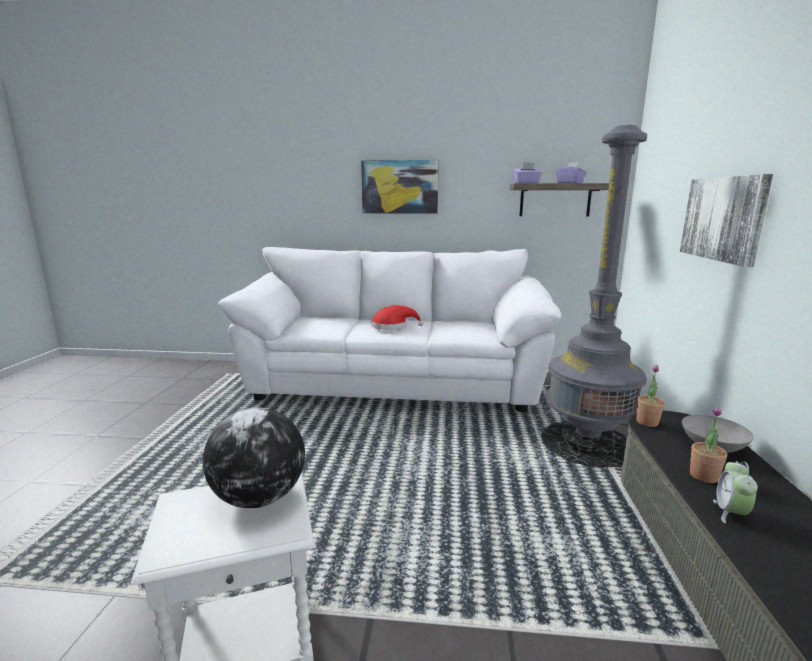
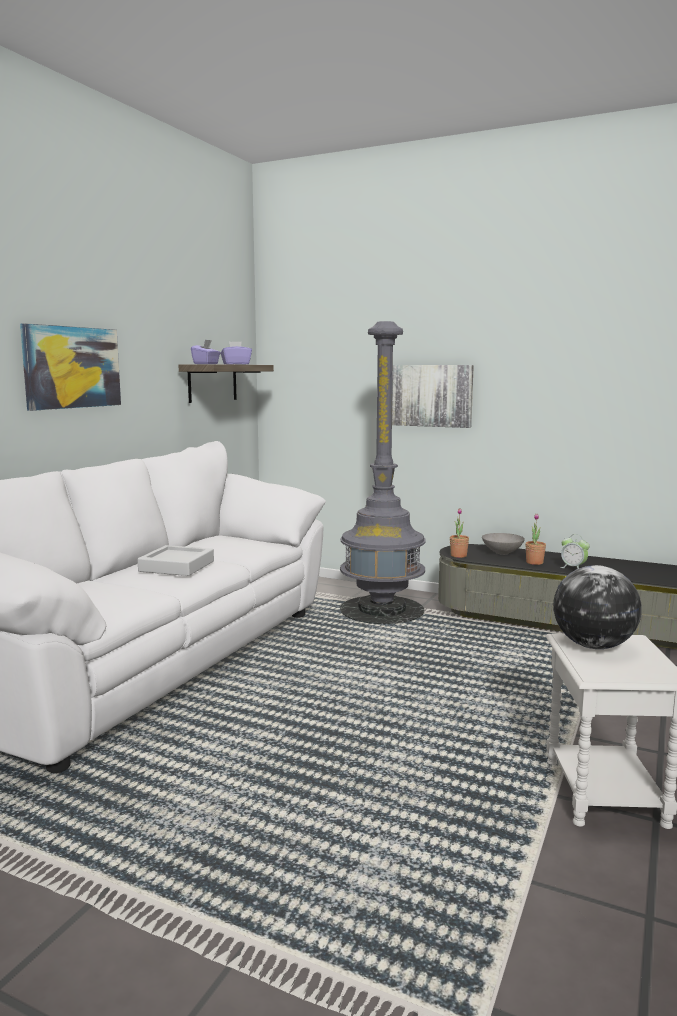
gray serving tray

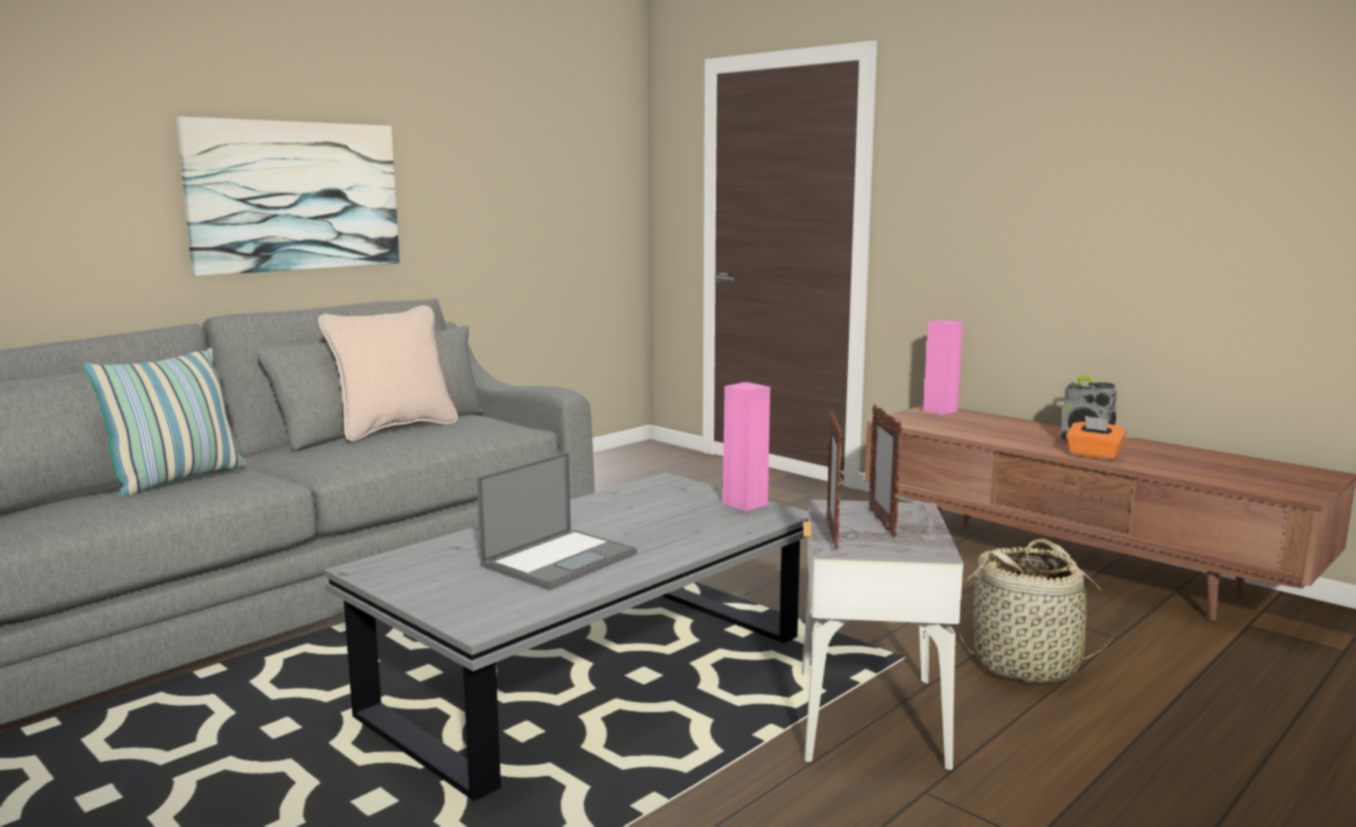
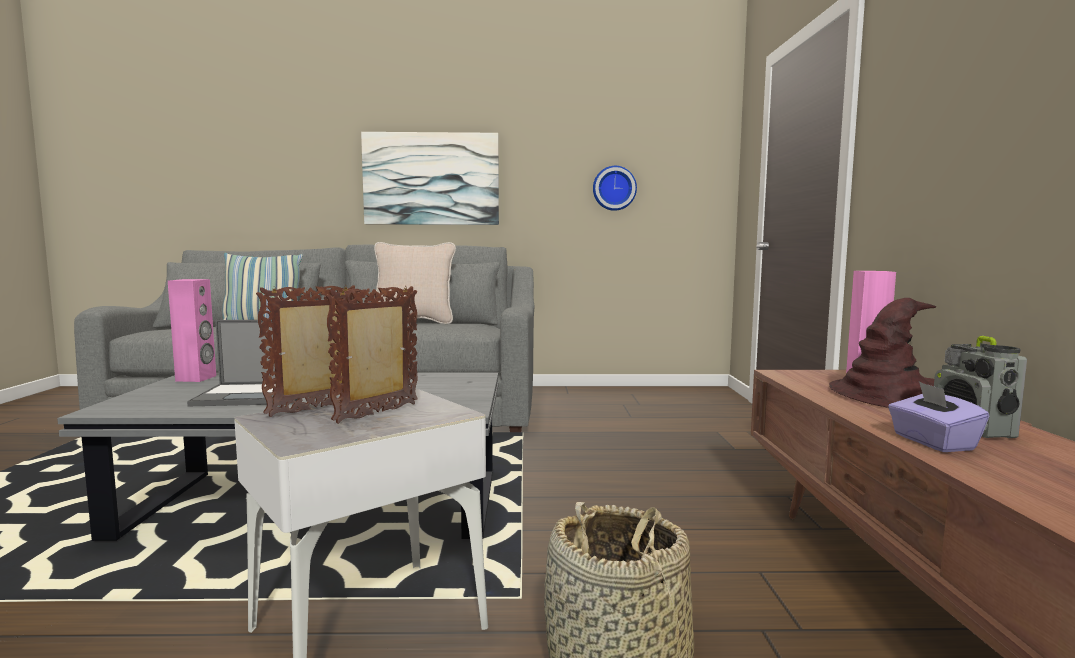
pink audio speaker (1st from left)
purple-coloured tissue box
wall clock
brown hat

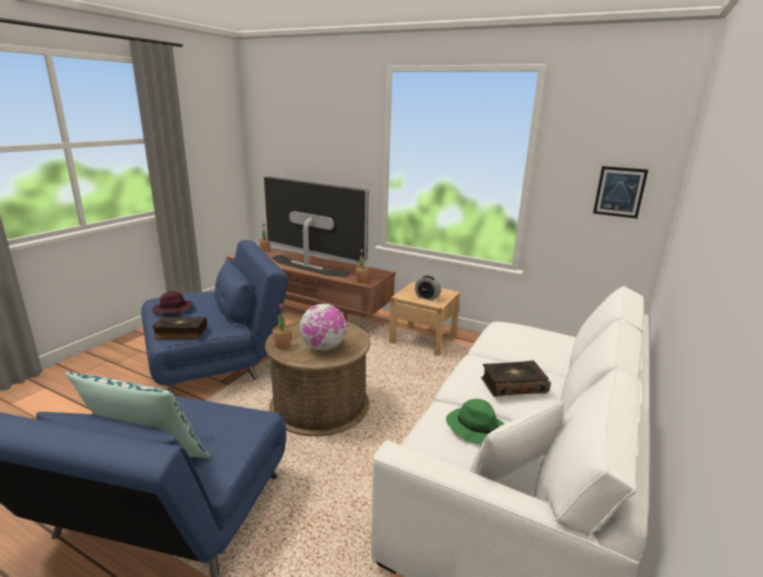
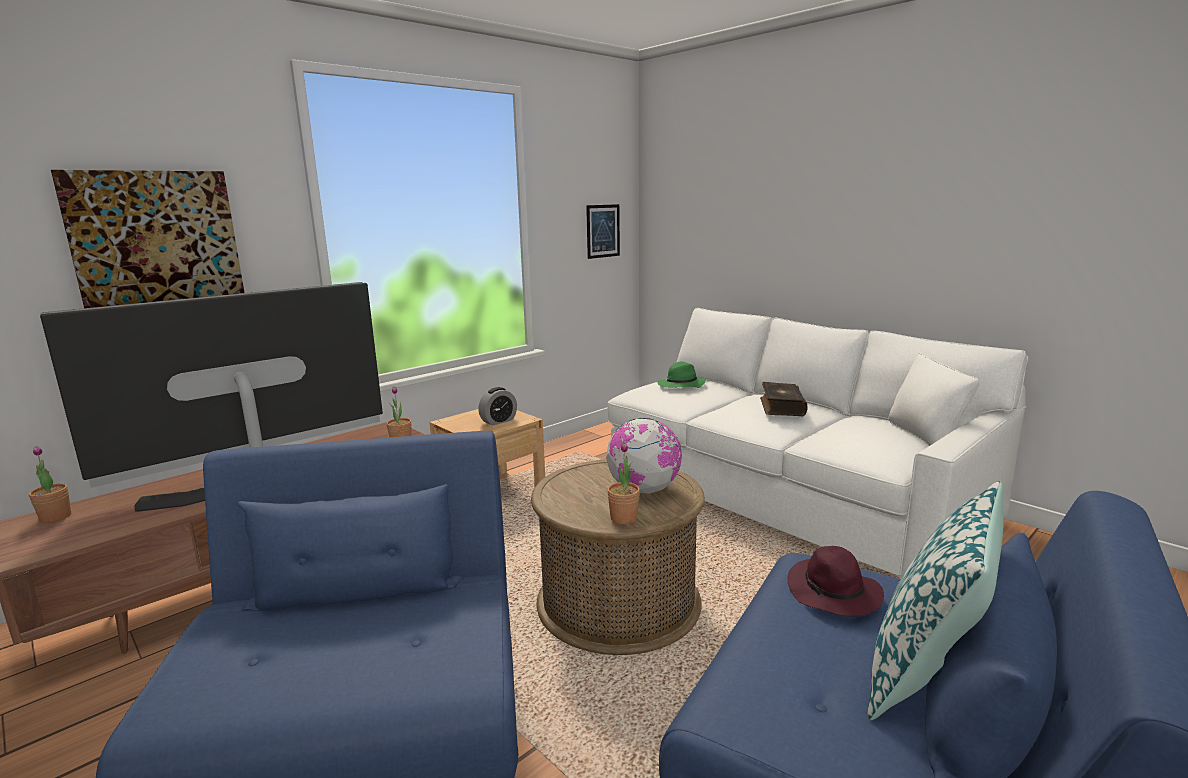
purple-coloured hat
book (1st from left in the first image)
green-coloured hat
picture (1st from left)

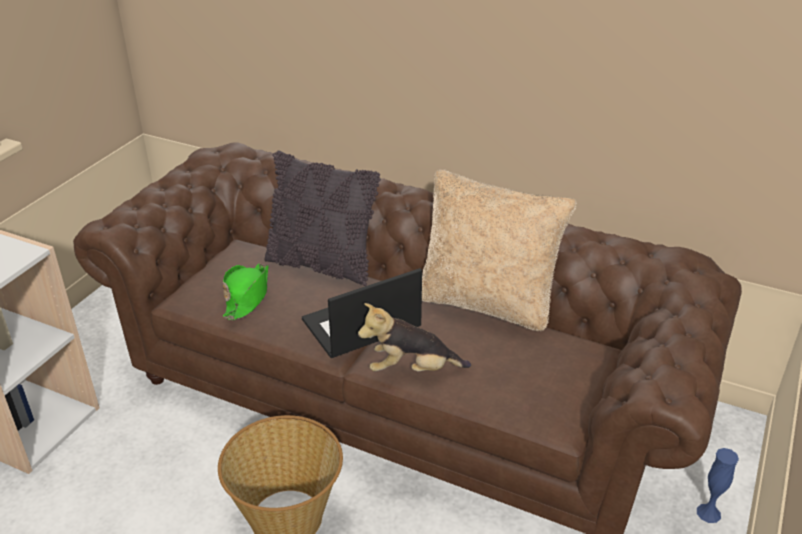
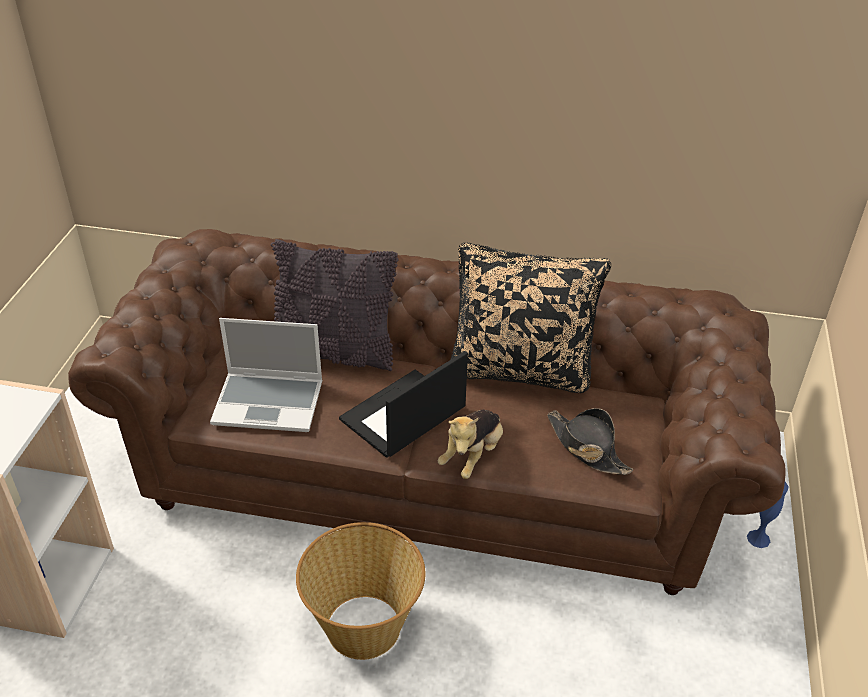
laptop (1st from left)
soft toy
blackish cushion (2nd from left)
blackish hat

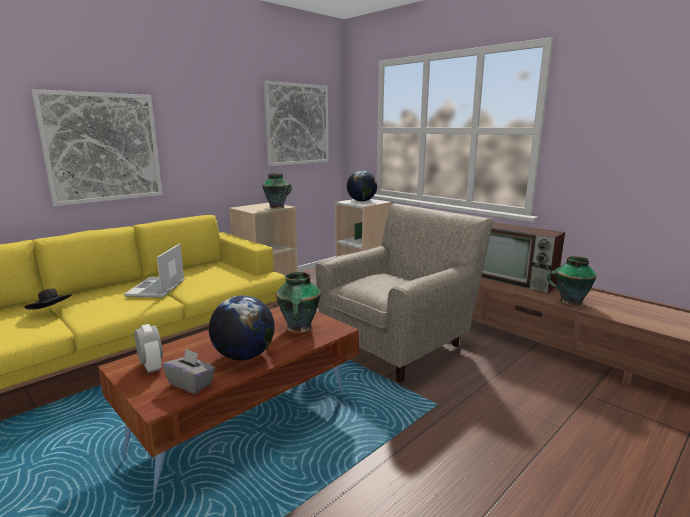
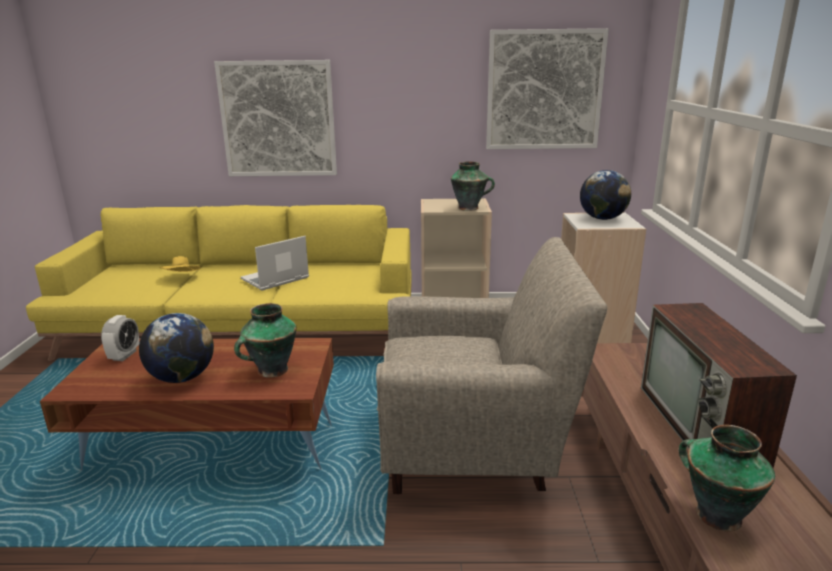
yellow-coloured hat
gray tissue box

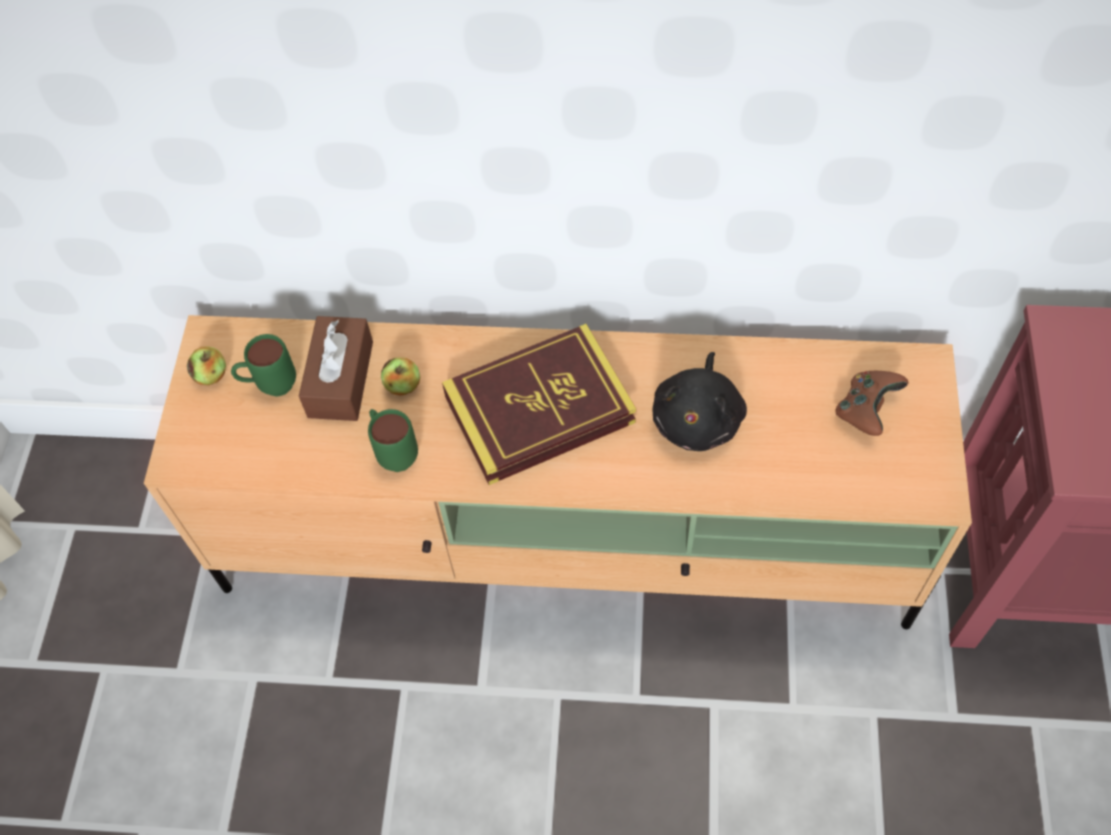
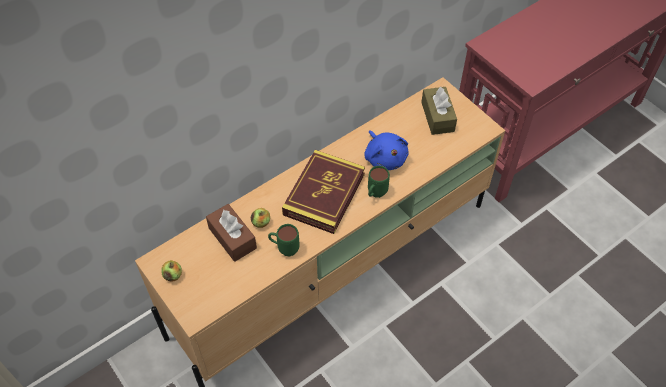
green-coloured coffee mug (2nd from left)
blue soft toy
brown tissue box (2nd from left)

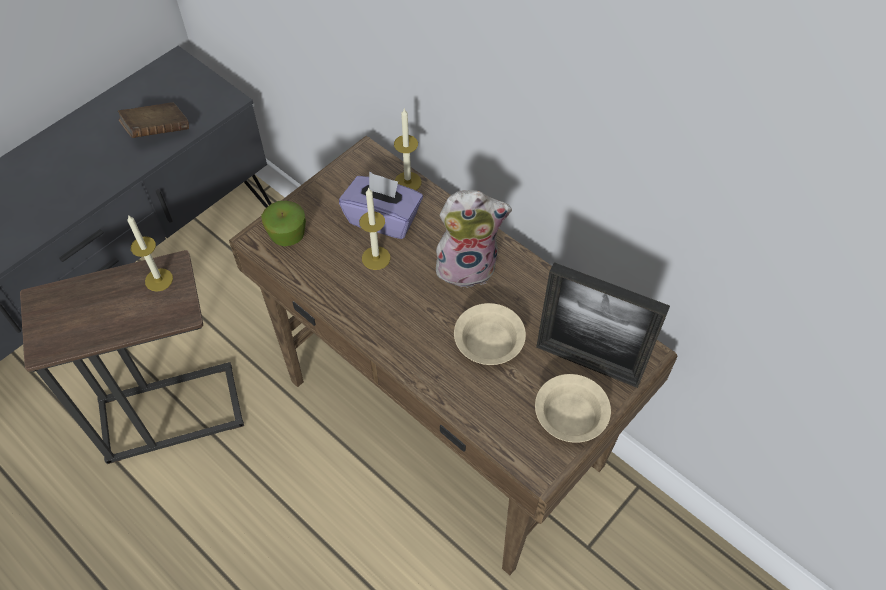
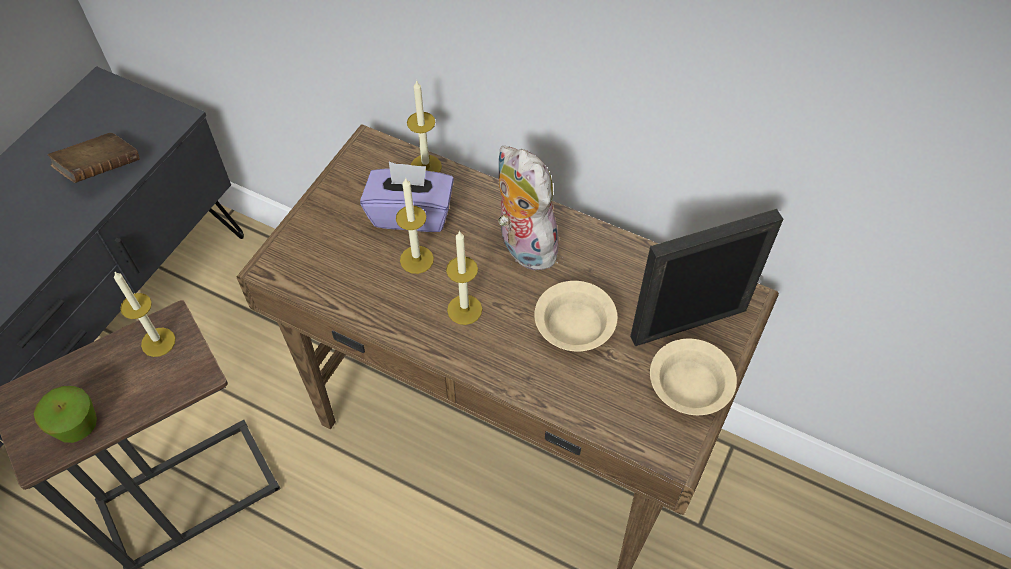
apple
soft toy
photo frame
wax candle (4th from left)

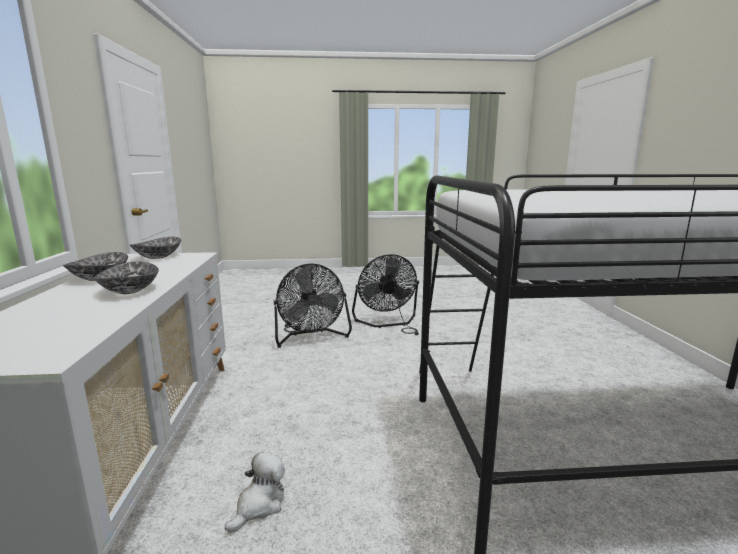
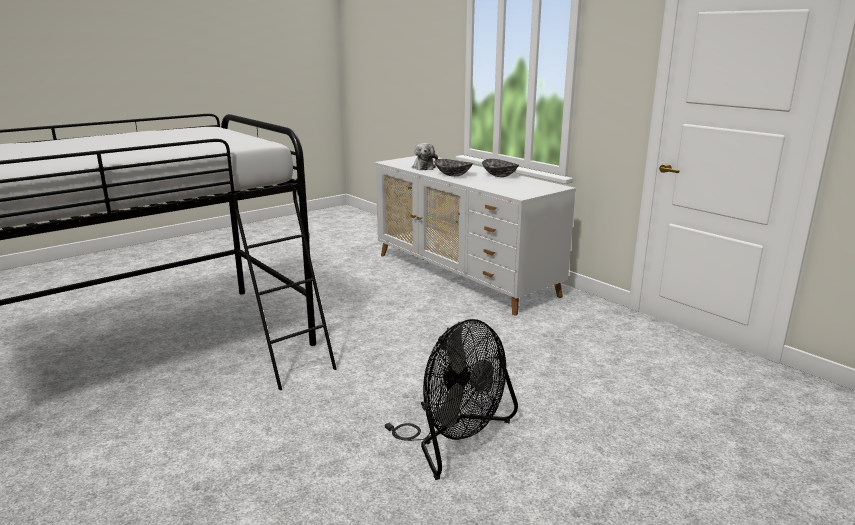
serving bowl (3rd from left in the first image)
soft toy
blackish fan (1st from left in the first image)

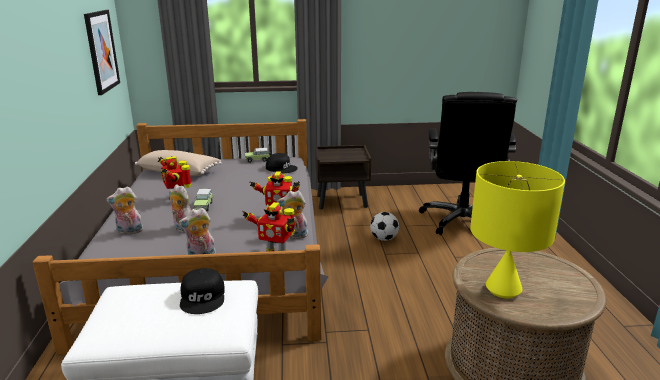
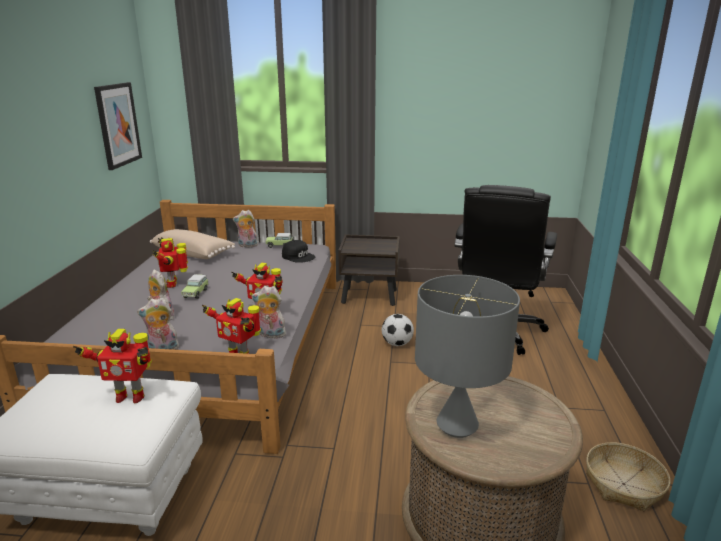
soft toy (3rd from left)
toy robot (1st from left)
gray tabletop lamp
storage basket

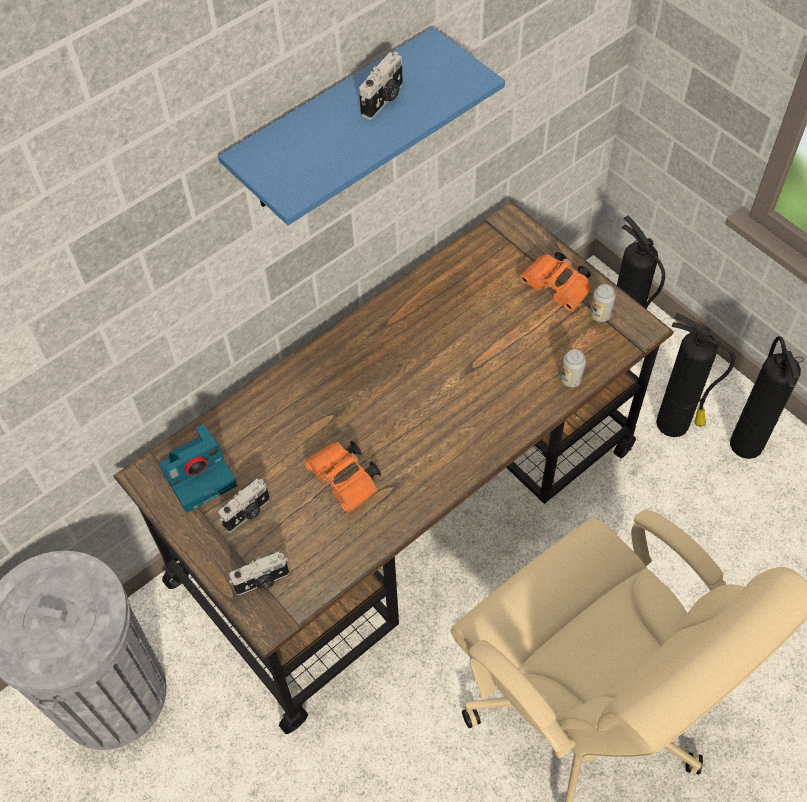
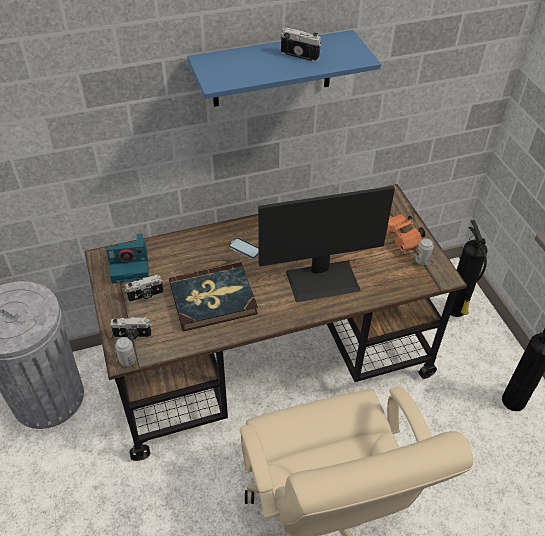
book
photo camera (4th from left)
metal can (1st from left)
fire-fighting cylinder (2nd from left in the first image)
phone
monitor

